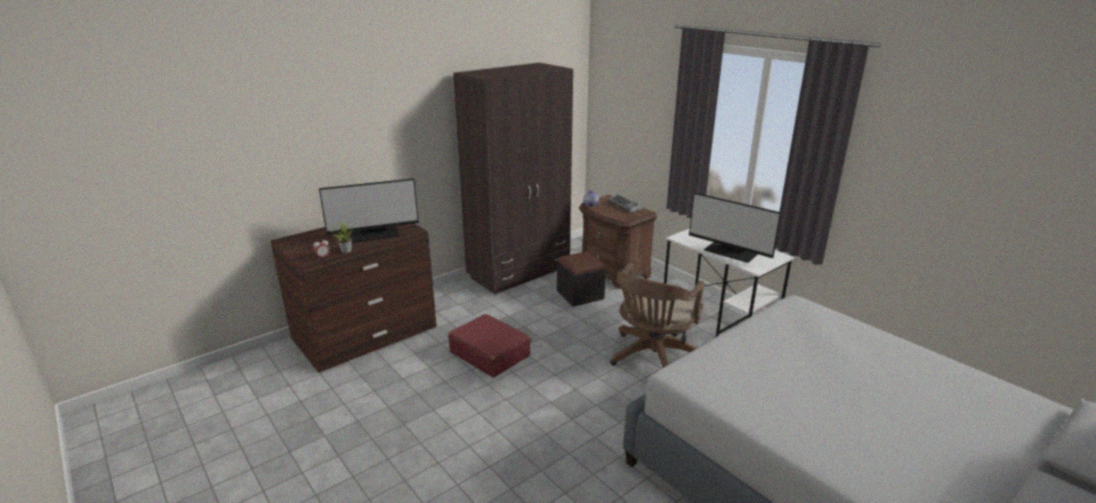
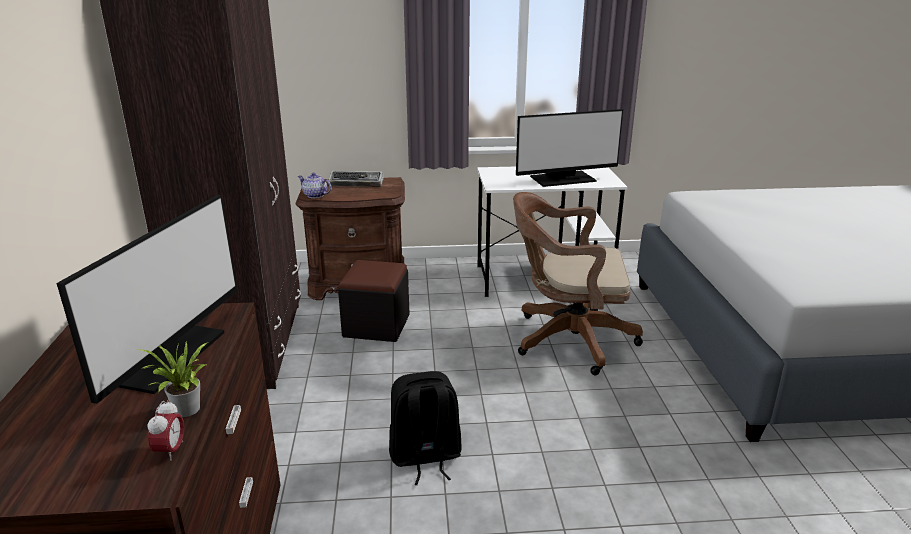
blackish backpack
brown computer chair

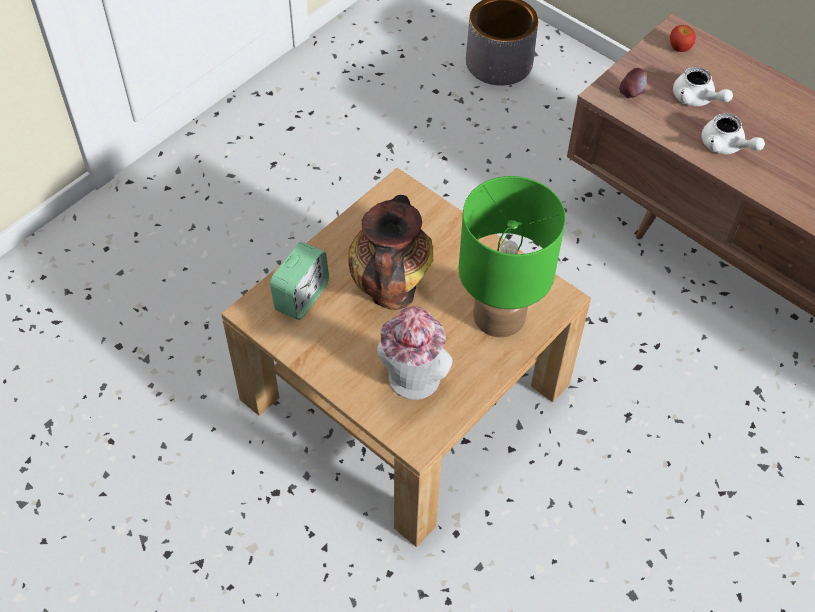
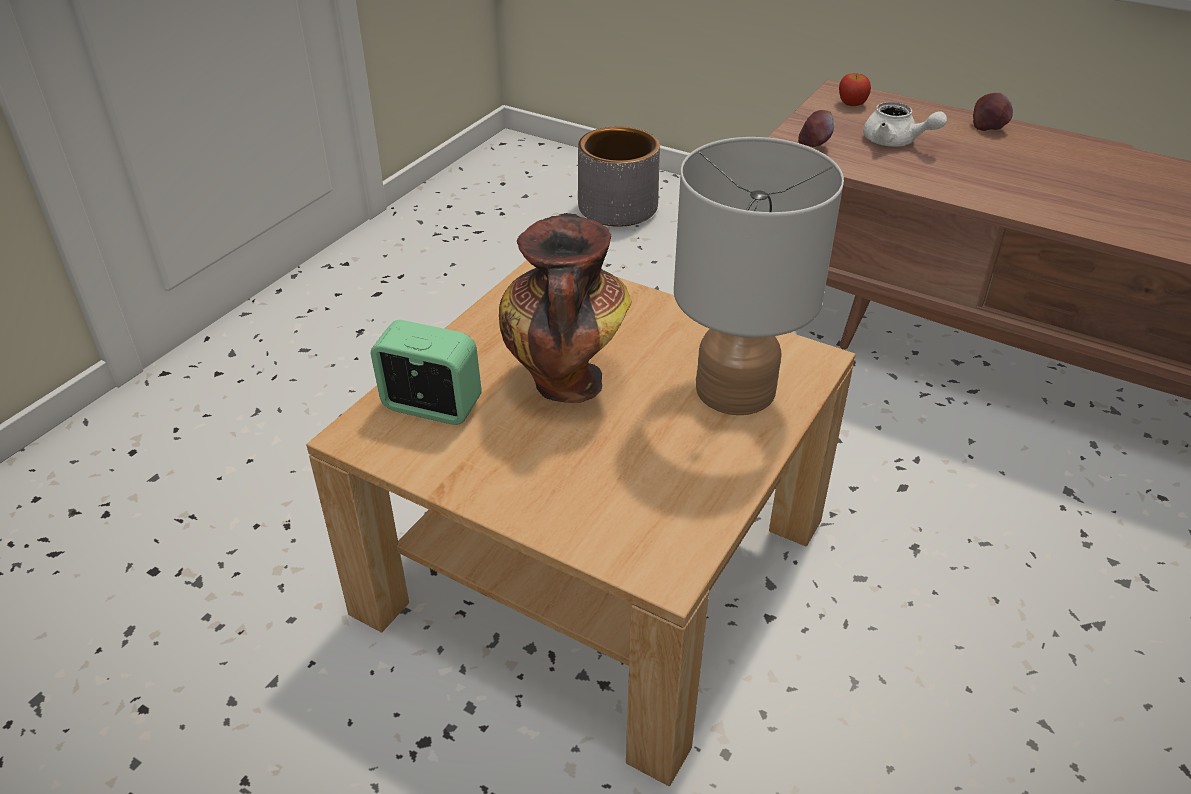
alarm clock
hat
gray tabletop lamp
white pot for tea (2nd from left in the first image)
apple (3rd from left)

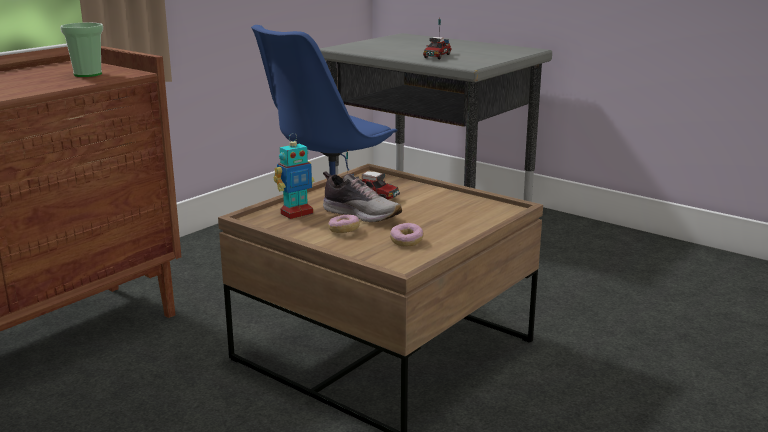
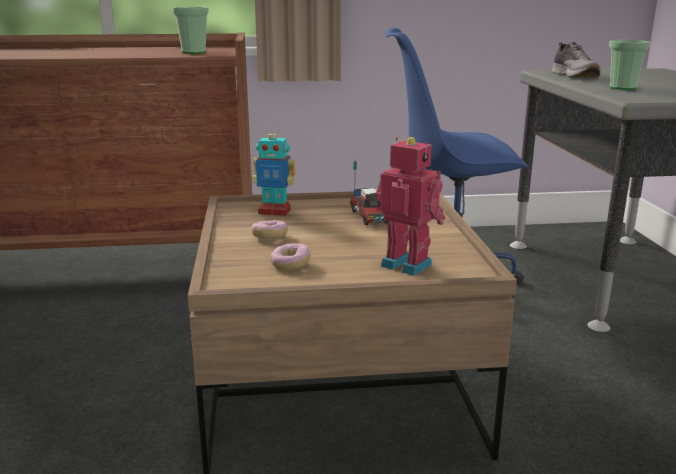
low shoe
cup (2nd from left)
toy robot (2nd from left)

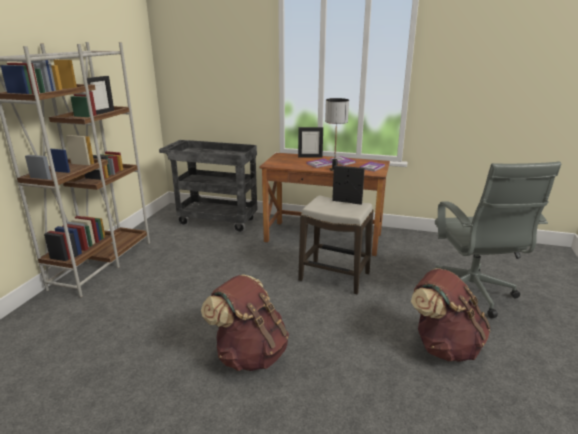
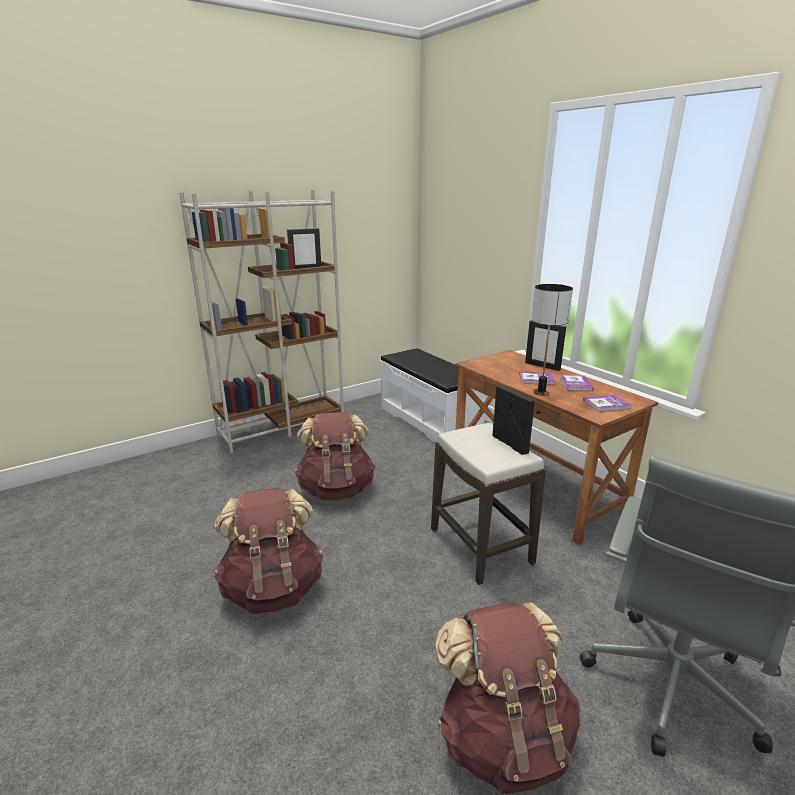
white indoor bench
brown backpack (2nd from left)

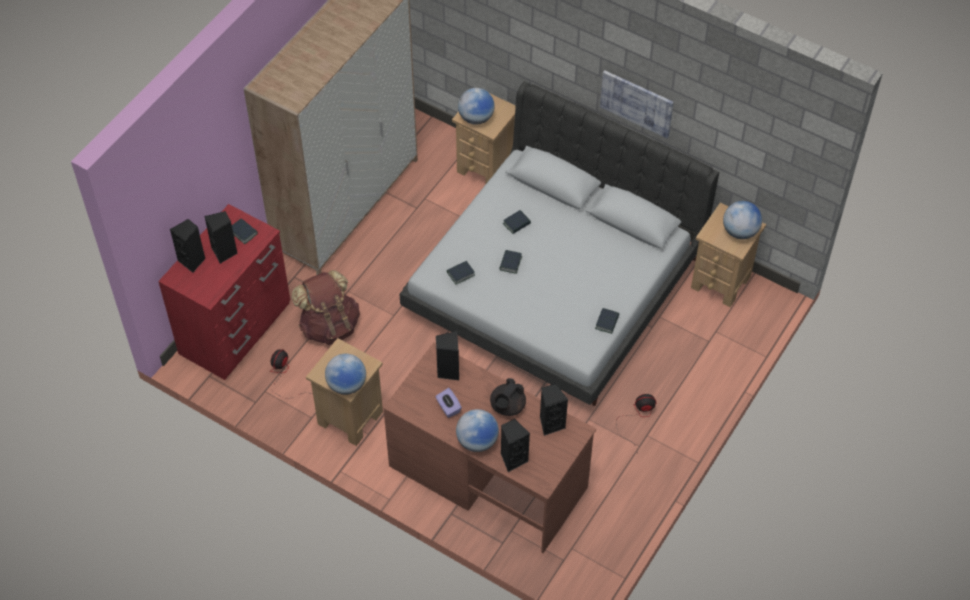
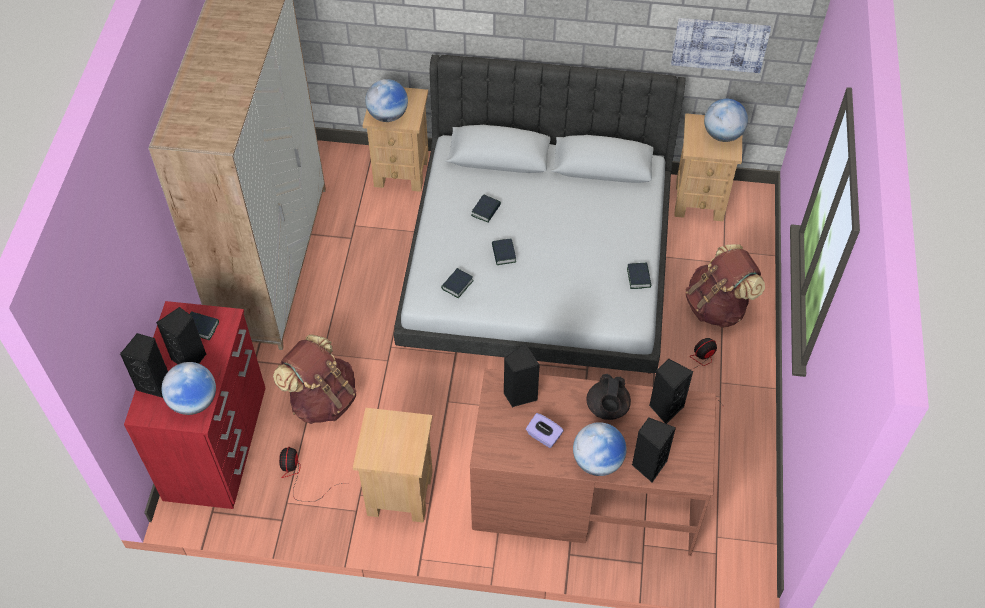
globe (1st from left)
picture
brown backpack (2nd from left)

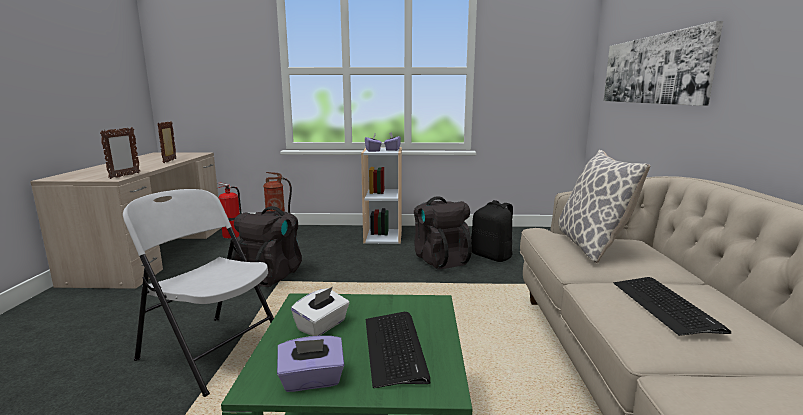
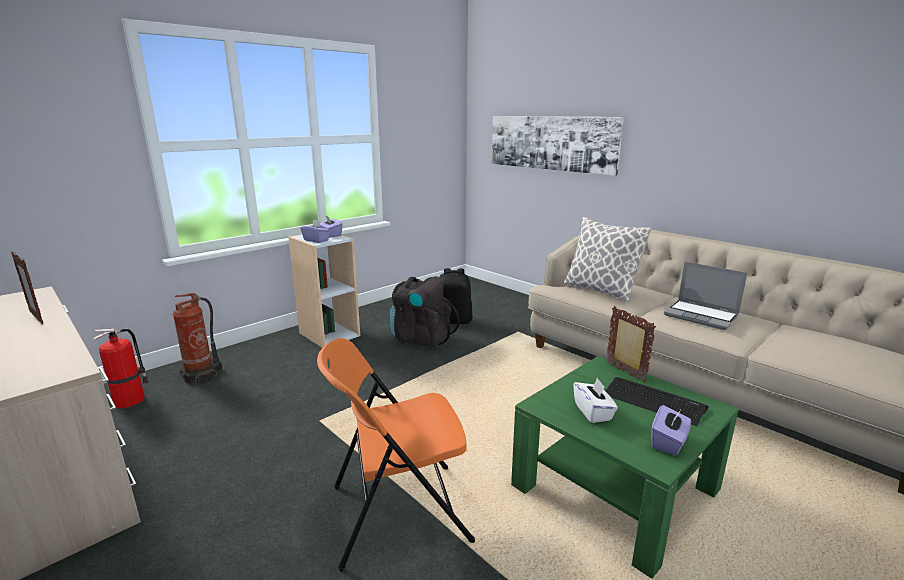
photo frame (2nd from left)
orange chair
blackish backpack (1st from left in the first image)
laptop

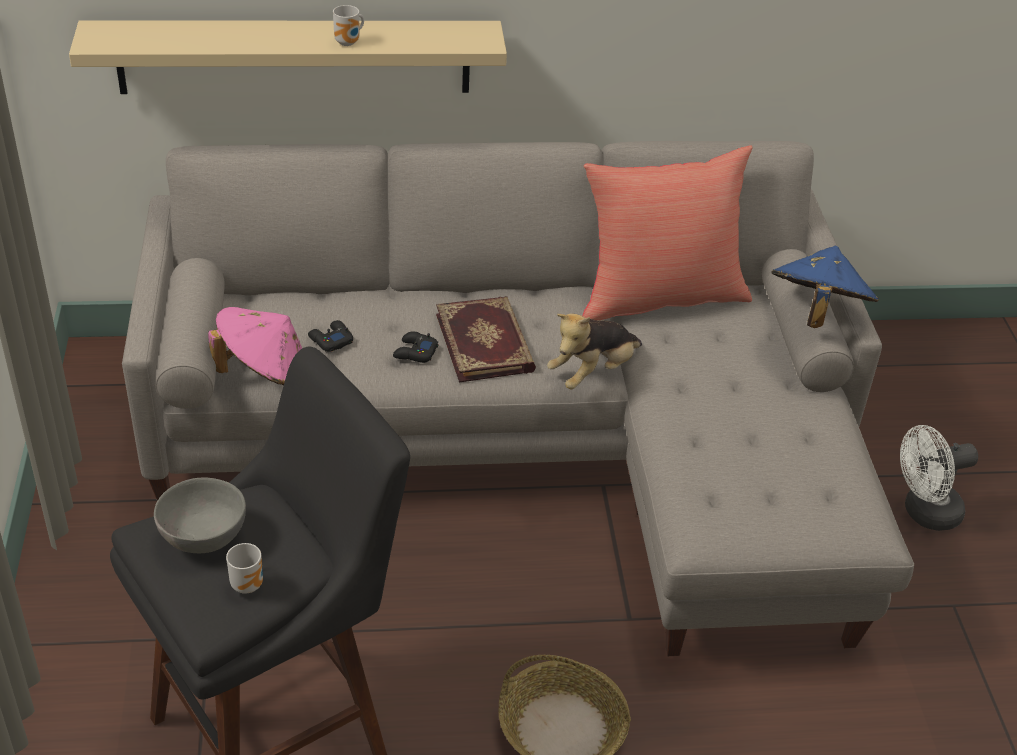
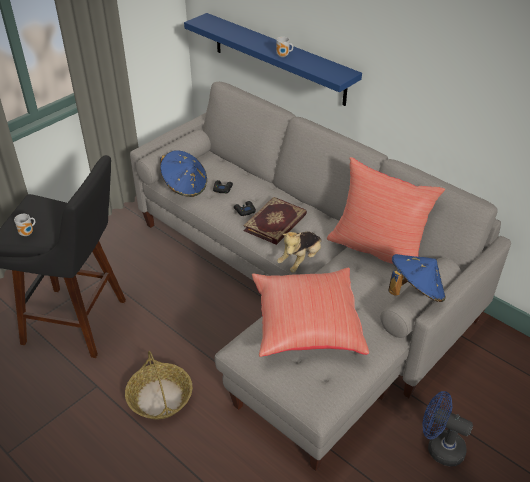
blue bracket shelf
gray serving bowl
blue hat (1st from left)
soft toy
blue fan
red-coloured cushion (1st from left)

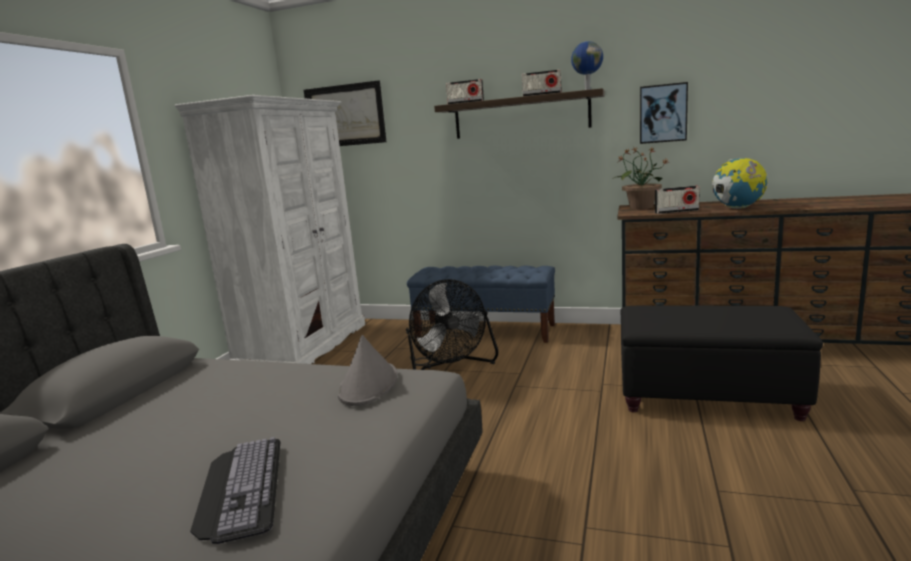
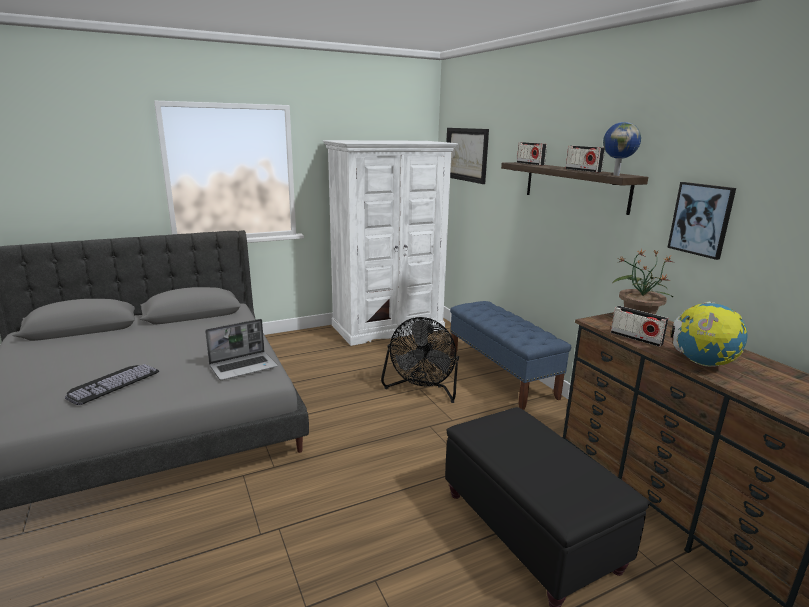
laptop

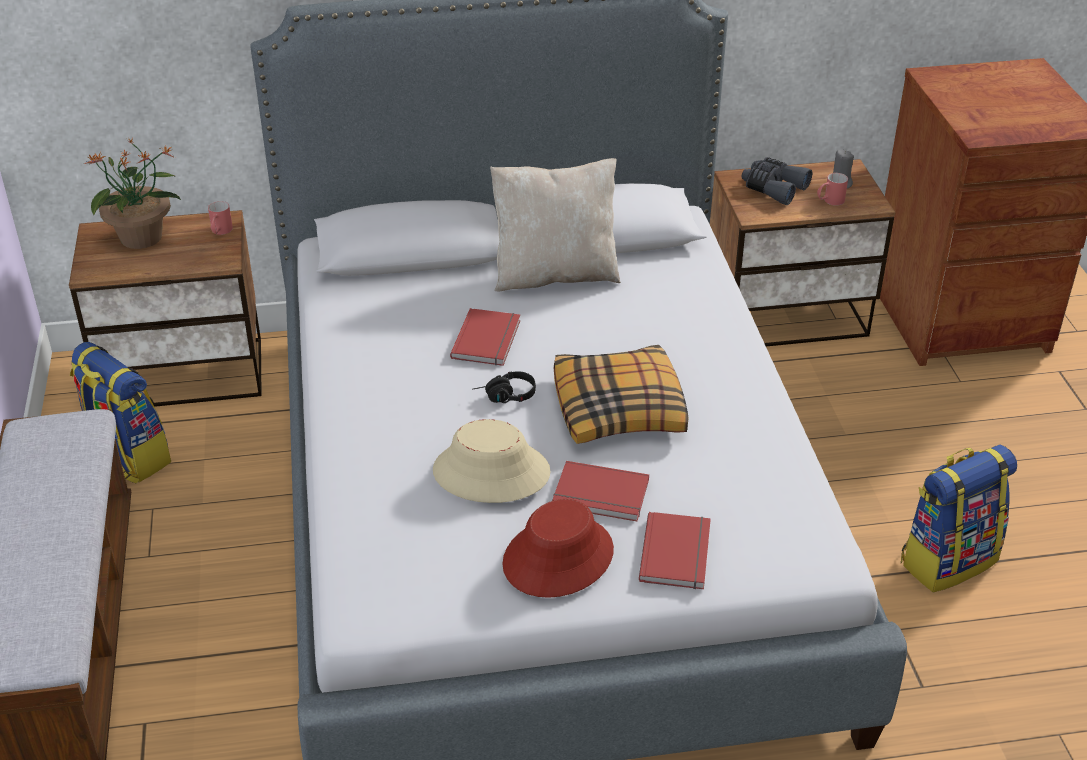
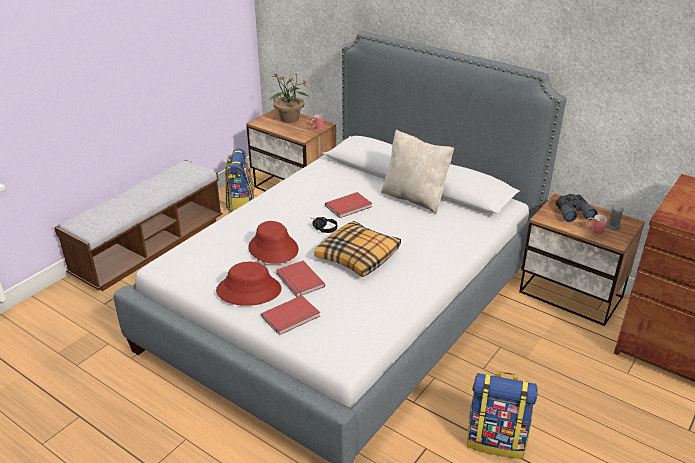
red-coloured hat (2nd from left)

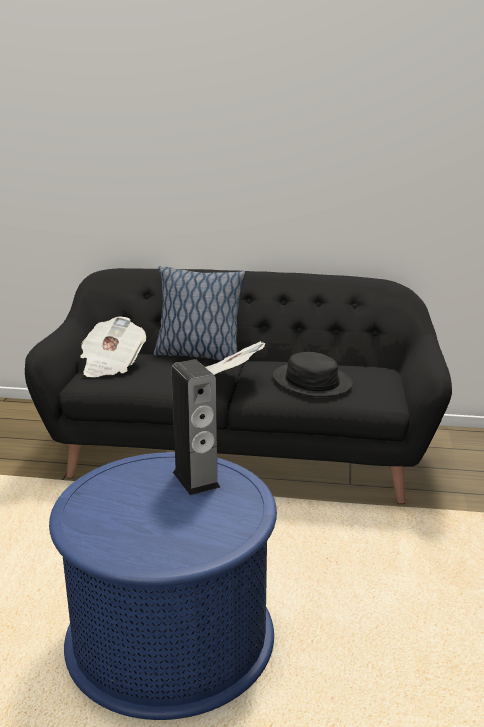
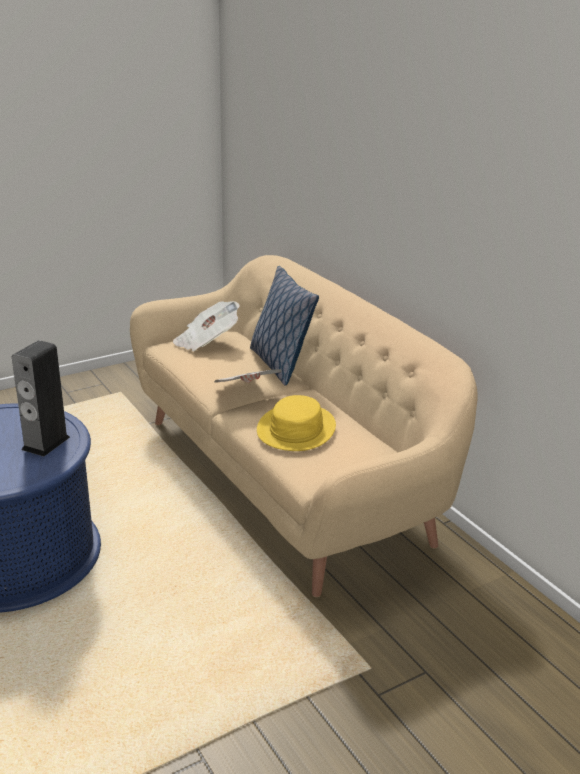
sand-coloured couch
yellow-coloured hat

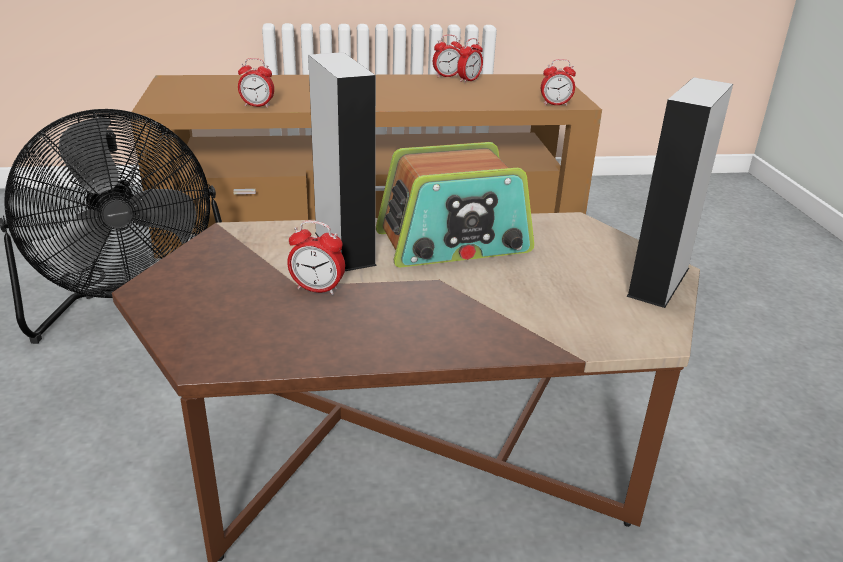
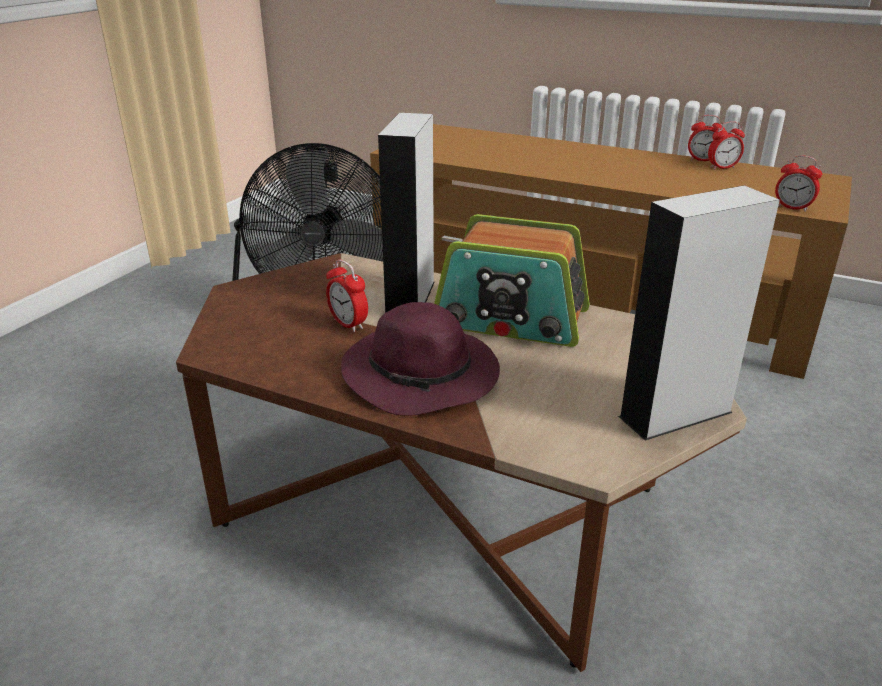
alarm clock (1st from left in the first image)
purple-coloured hat

